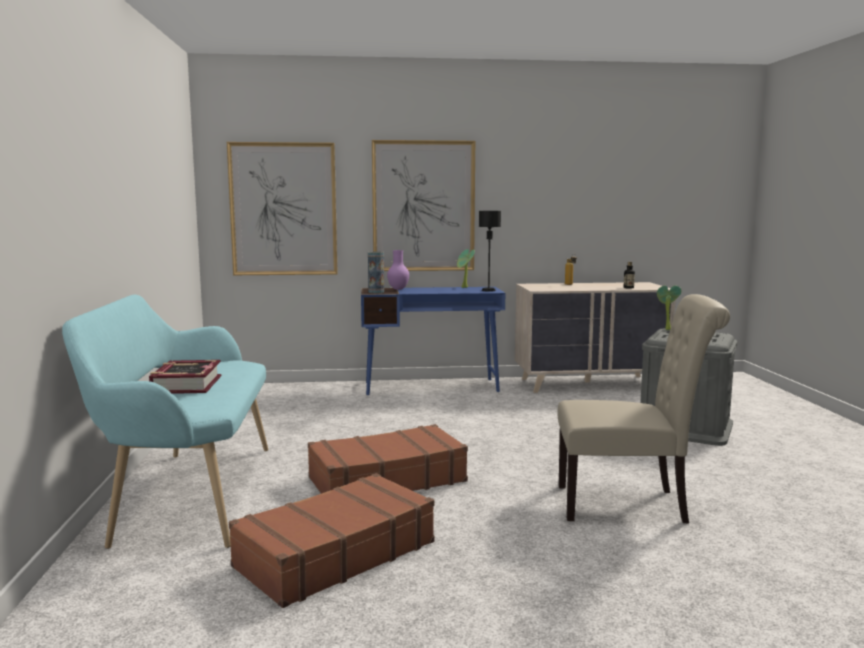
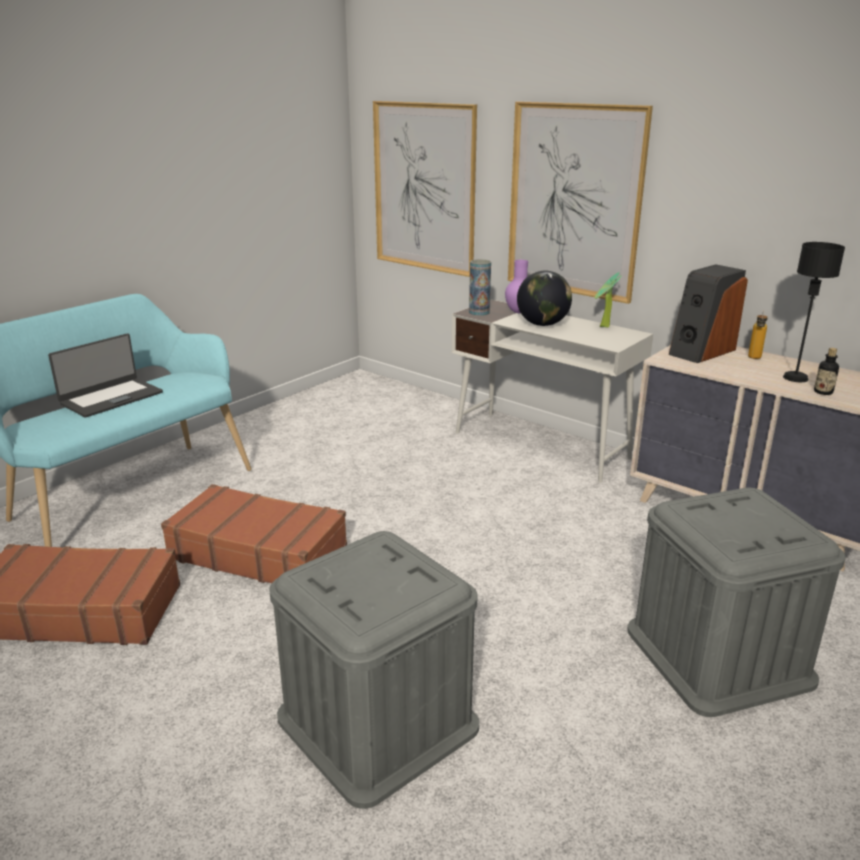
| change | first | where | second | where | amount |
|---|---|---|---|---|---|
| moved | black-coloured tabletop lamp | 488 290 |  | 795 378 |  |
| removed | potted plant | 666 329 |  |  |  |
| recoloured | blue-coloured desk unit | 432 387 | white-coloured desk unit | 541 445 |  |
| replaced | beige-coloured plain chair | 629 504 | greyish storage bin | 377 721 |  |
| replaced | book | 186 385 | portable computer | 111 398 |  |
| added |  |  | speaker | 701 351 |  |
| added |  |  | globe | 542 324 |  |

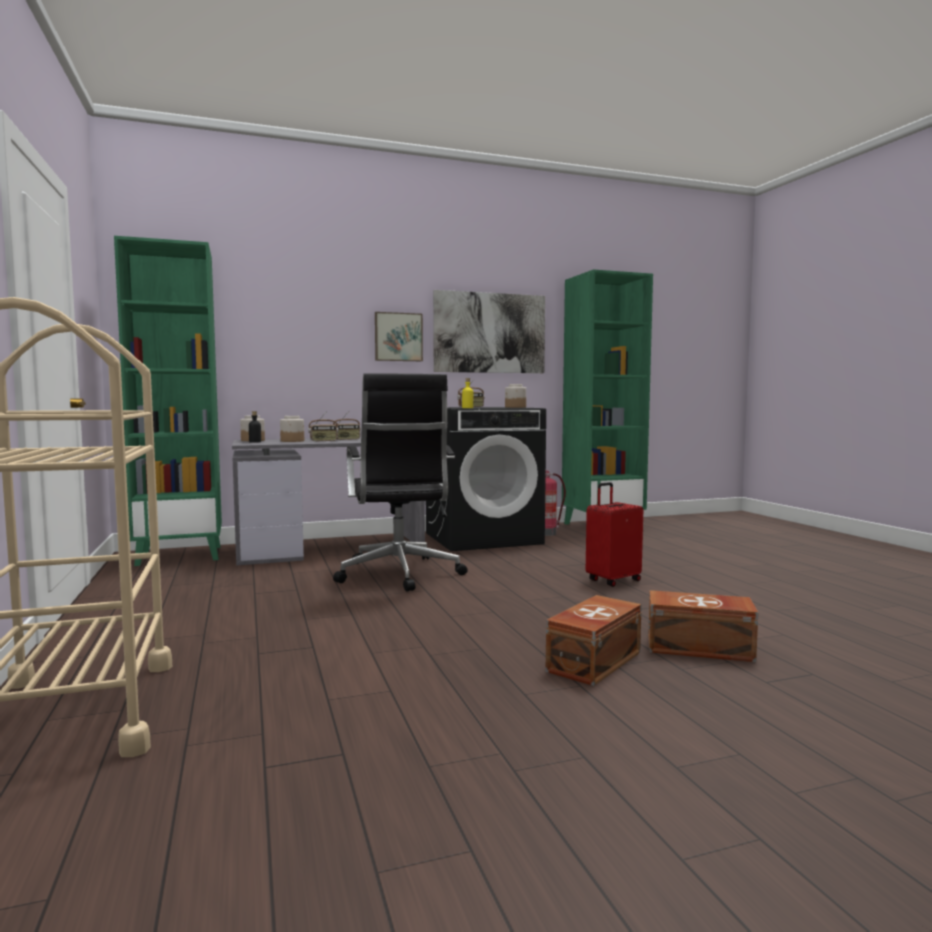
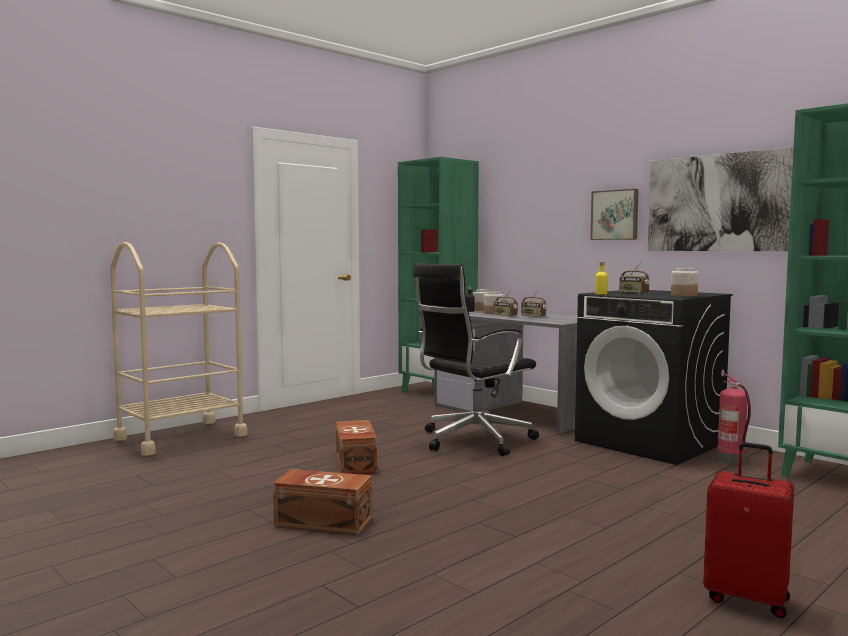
| change | first | where | second | where | amount |
|---|---|---|---|---|---|
| moved | reddish travel case | 612 580 |  | 747 598 |  |
| moved | brownish storage bin | 701 648 |  | 354 463 |  |

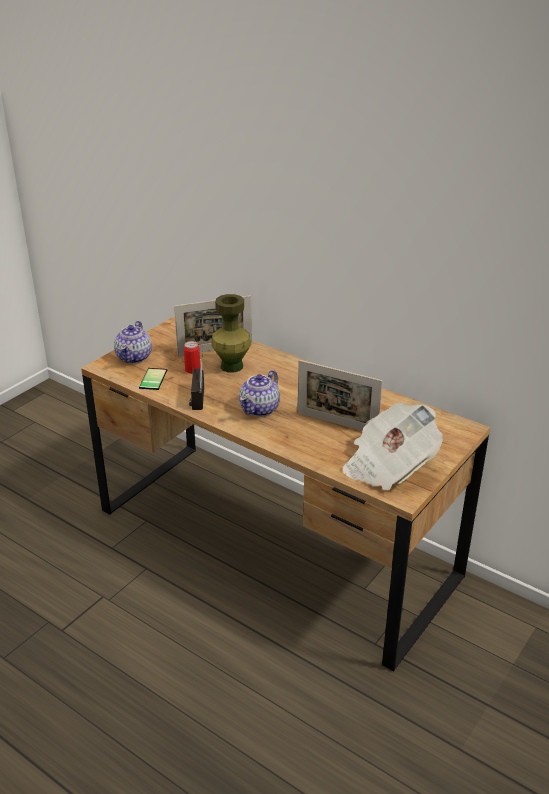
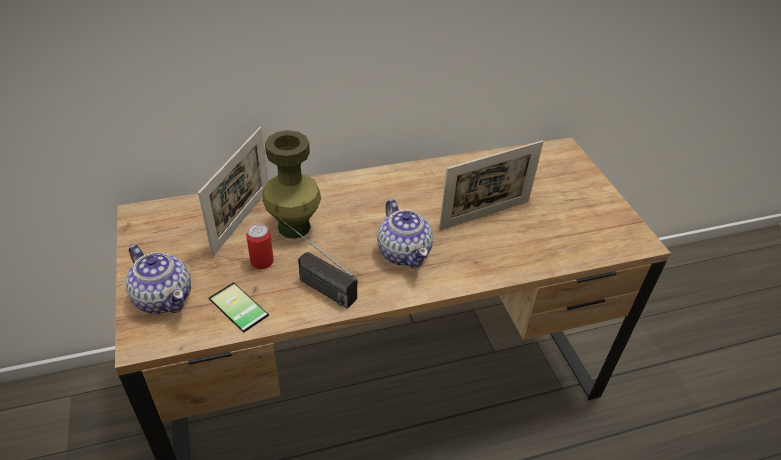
| change | first | where | second | where | amount |
|---|---|---|---|---|---|
| removed | printed paper | 388 466 |  |  |  |

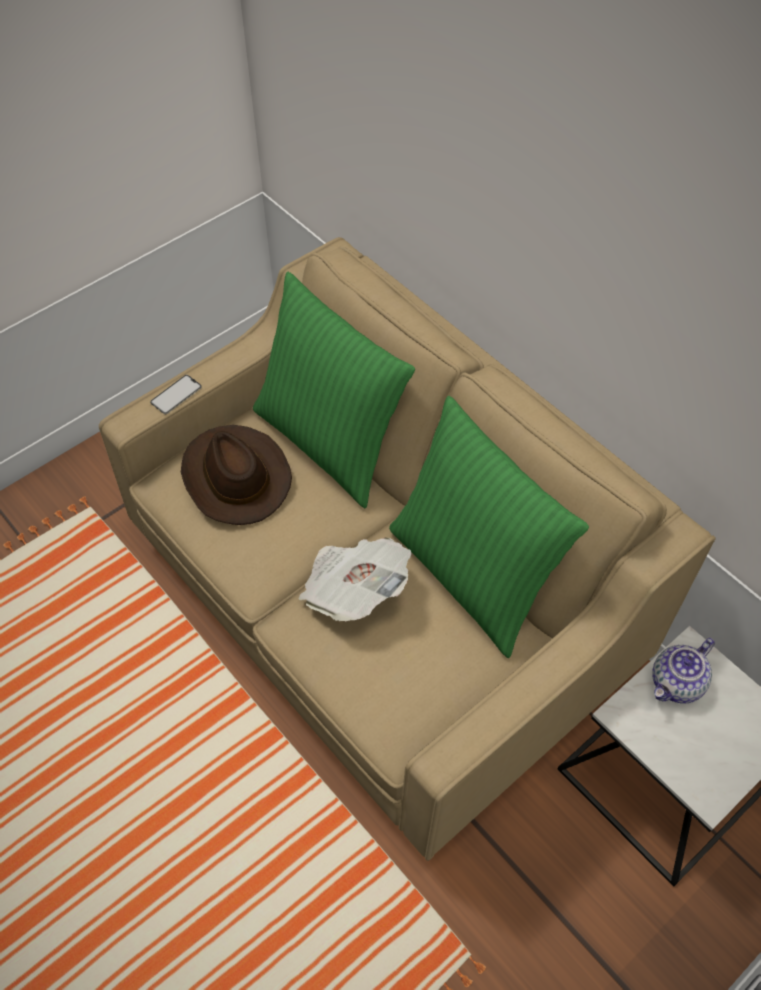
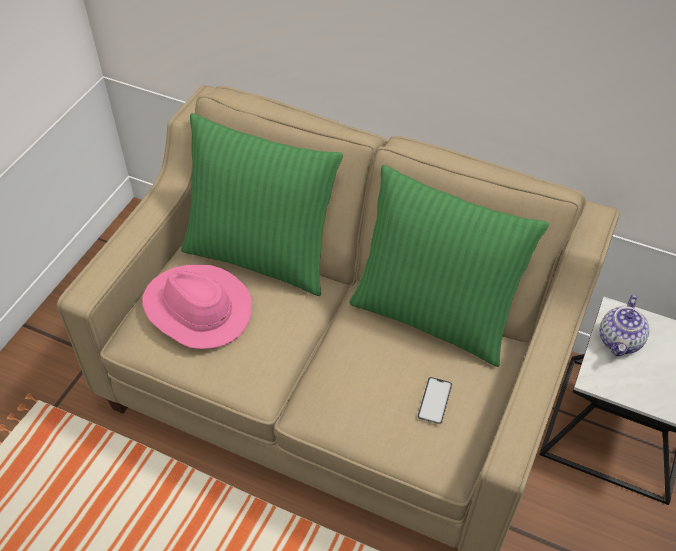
| change | first | where | second | where | amount |
|---|---|---|---|---|---|
| moved | telephone | 176 395 |  | 435 400 |  |
| recoloured | brownish hat | 234 477 | pink hat | 196 309 |  |
| removed | printed paper | 354 590 |  |  |  |

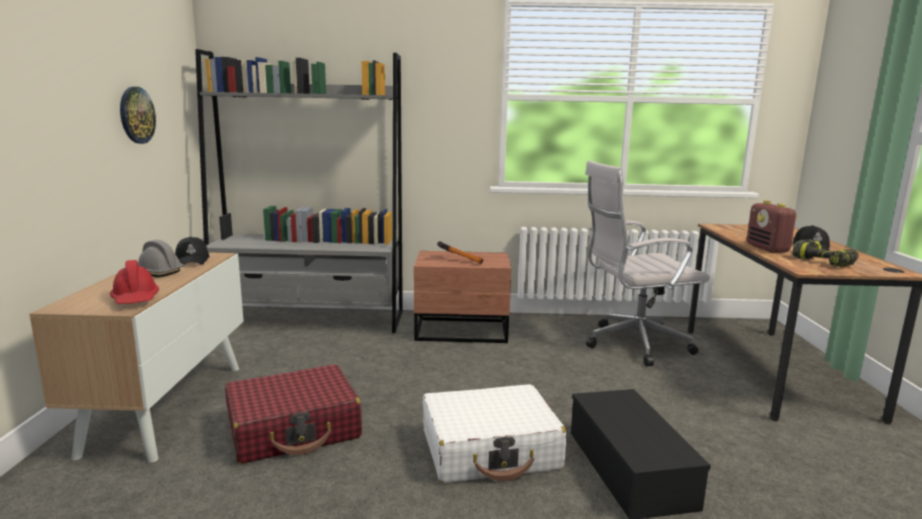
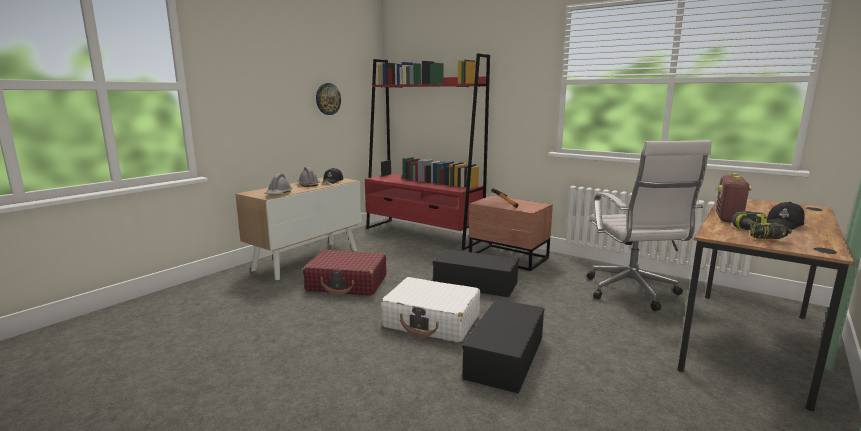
| change | first | where | second | where | amount |
|---|---|---|---|---|---|
| recoloured | greyish bookcase | 310 320 | reddish bookcase | 423 234 |  |
| turned | white-coloured desk chair | 632 344 |  | 632 293 | 120 degrees counterclockwise |
| recoloured | reddish work helmet | 136 299 | greyish work helmet | 278 194 |  |
| added |  |  | black-coloured storage bin | 476 283 |  |

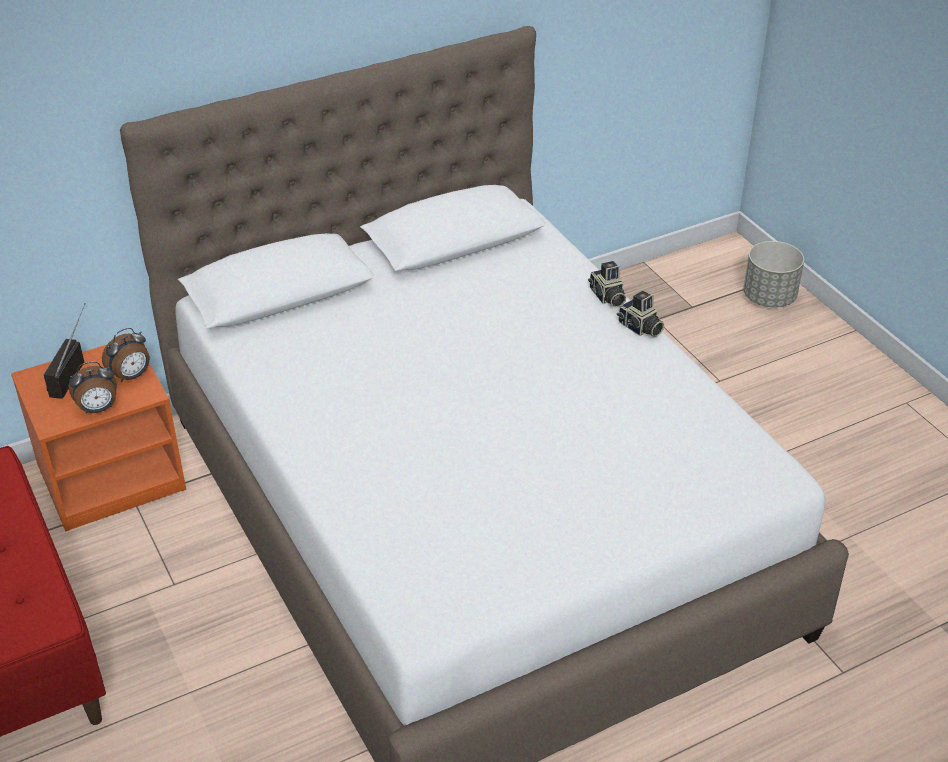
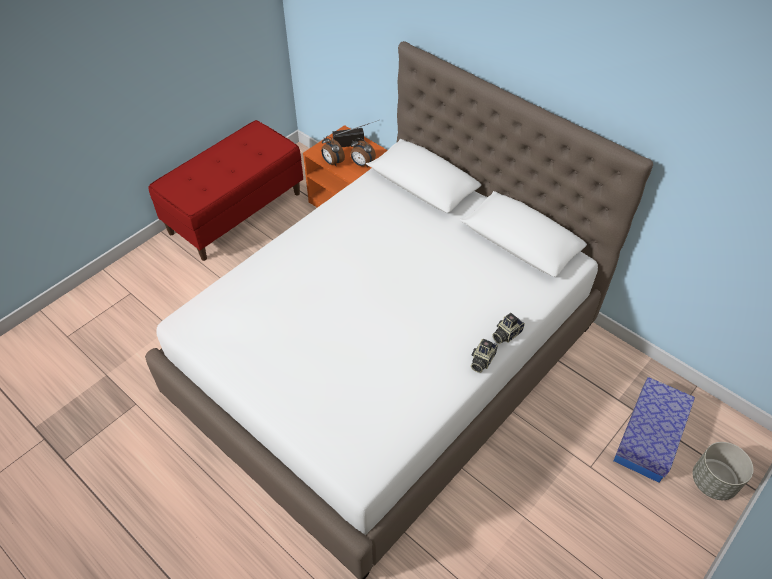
| change | first | where | second | where | amount |
|---|---|---|---|---|---|
| added |  |  | storage bin | 648 437 |  |

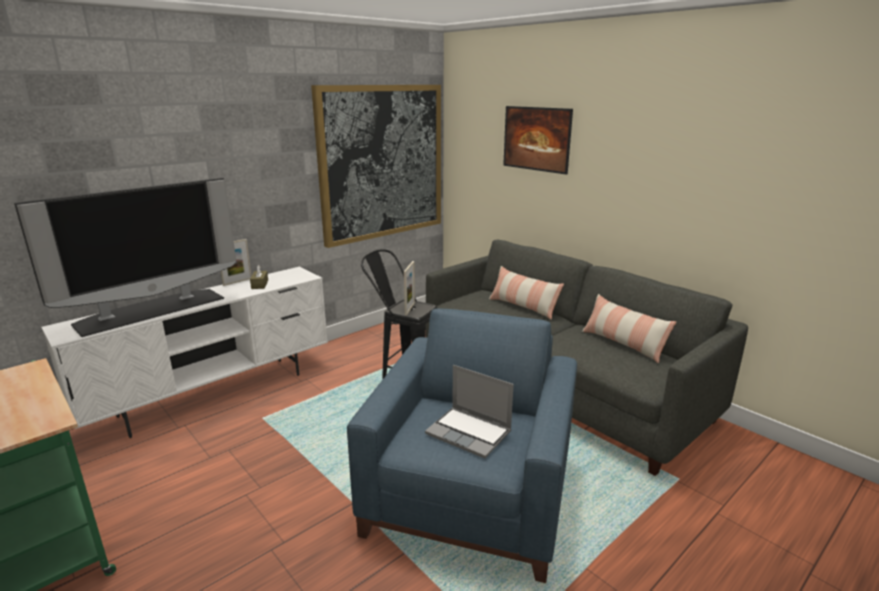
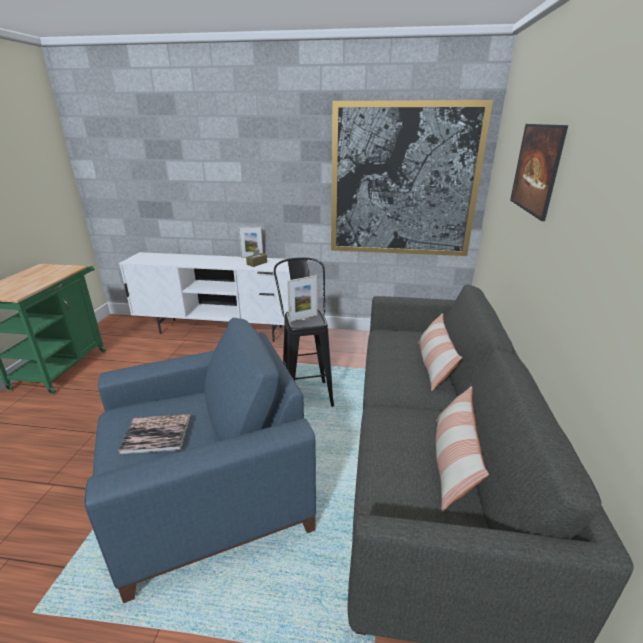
| change | first | where | second | where | amount |
|---|---|---|---|---|---|
| removed | TV | 151 310 |  |  |  |
| replaced | portable computer | 470 433 | book | 156 434 |  |

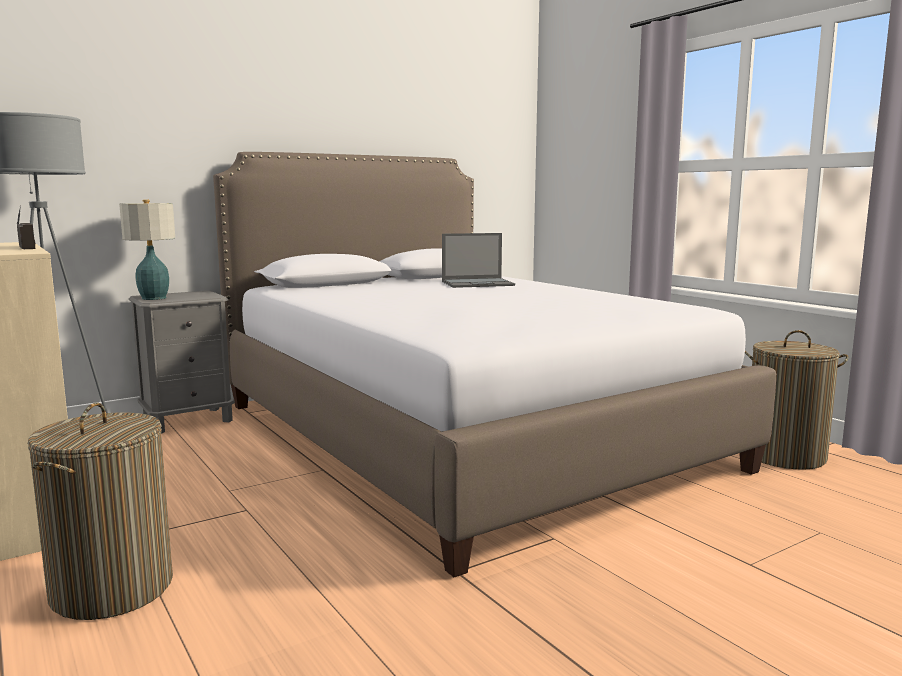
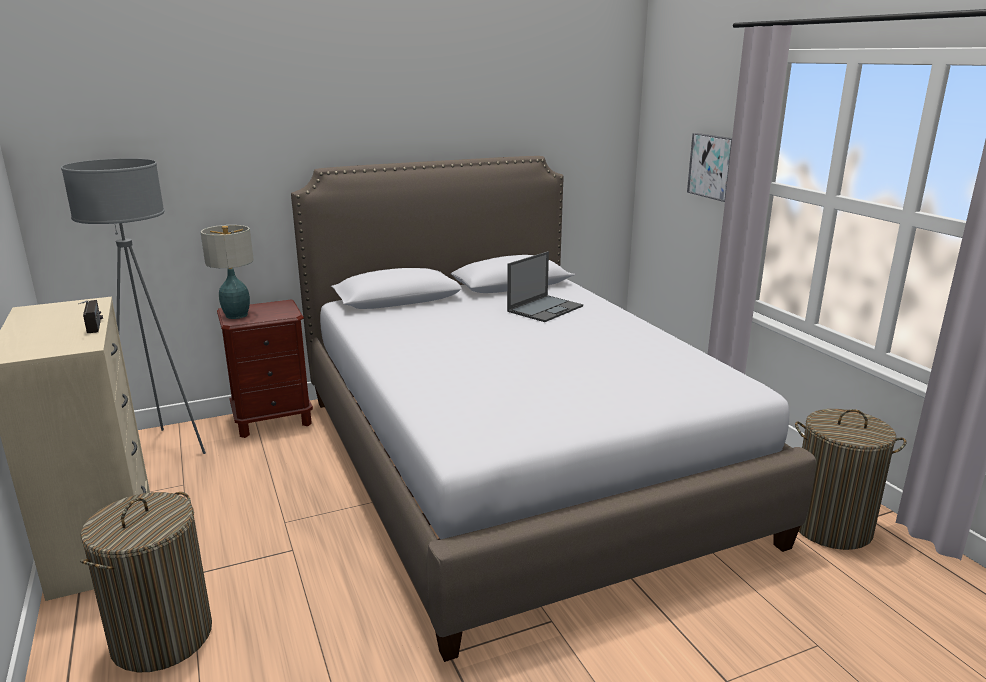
| change | first | where | second | where | amount |
|---|---|---|---|---|---|
| turned | portable computer | 478 283 |  | 545 308 | 45 degrees counterclockwise |
| recoloured | greyish bedside table | 188 420 | brownish bedside table | 273 420 |  |
| added |  |  | wall art | 713 166 |  |

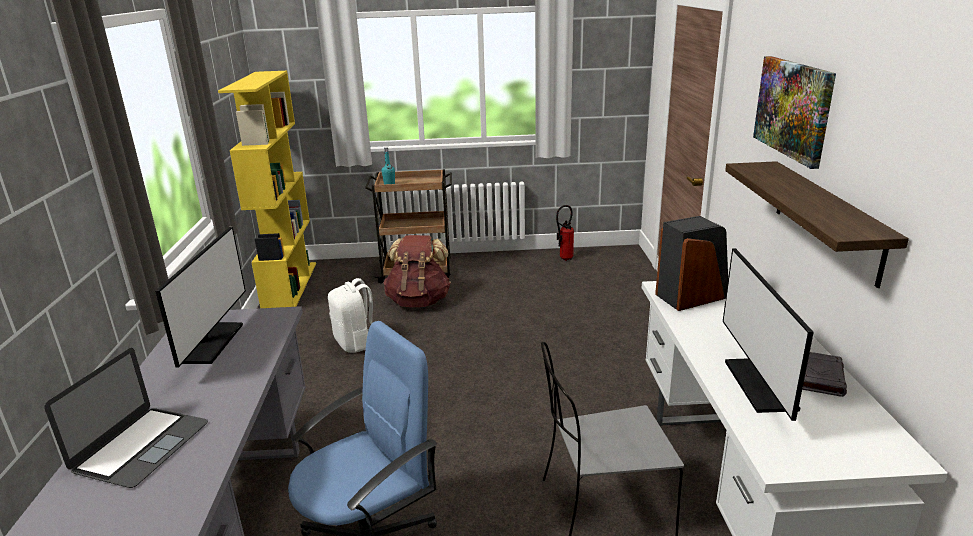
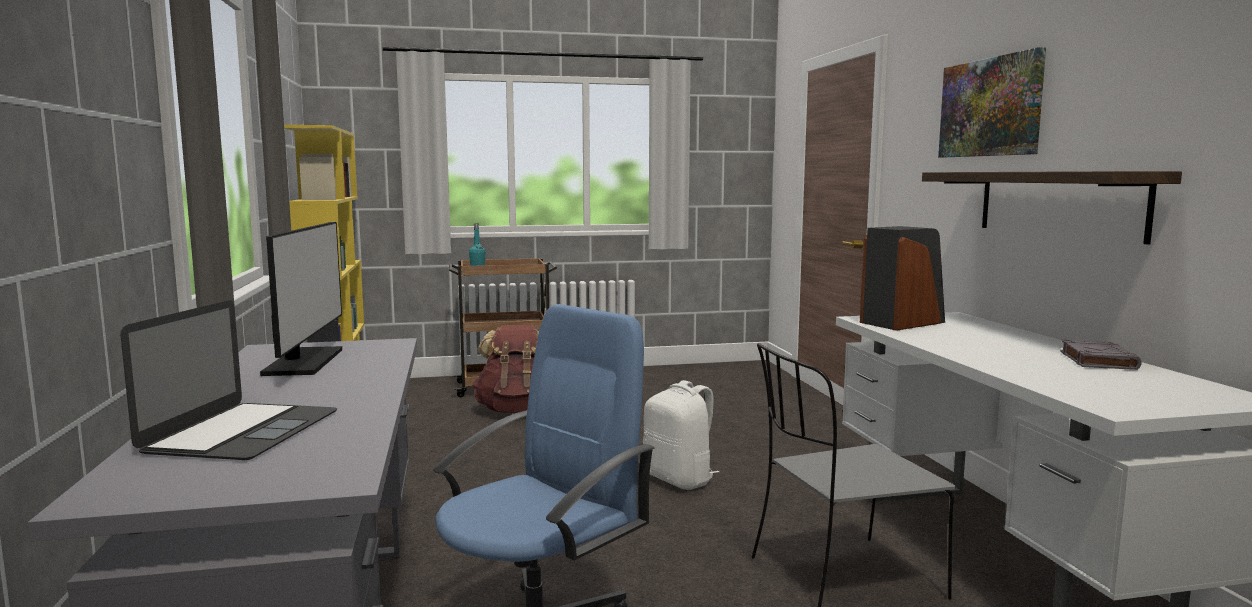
| change | first | where | second | where | amount |
|---|---|---|---|---|---|
| removed | fire extinguisher | 563 259 |  |  |  |
| removed | monitor | 760 385 |  |  |  |
| moved | white-coloured backpack | 356 343 |  | 680 479 |  |

